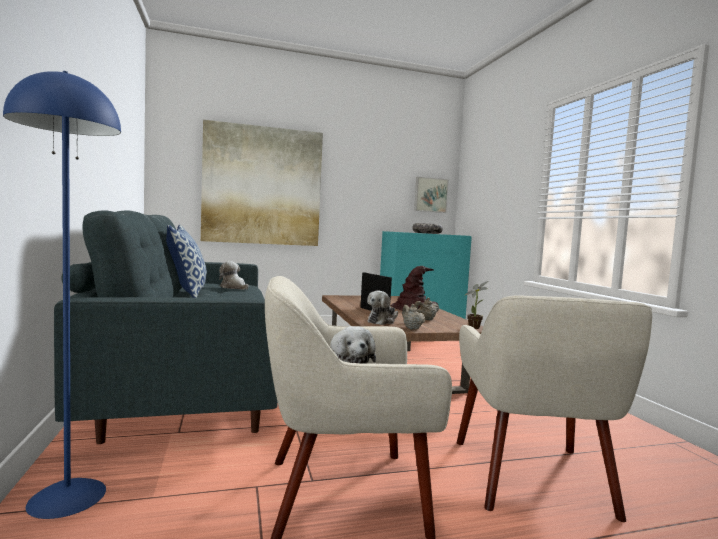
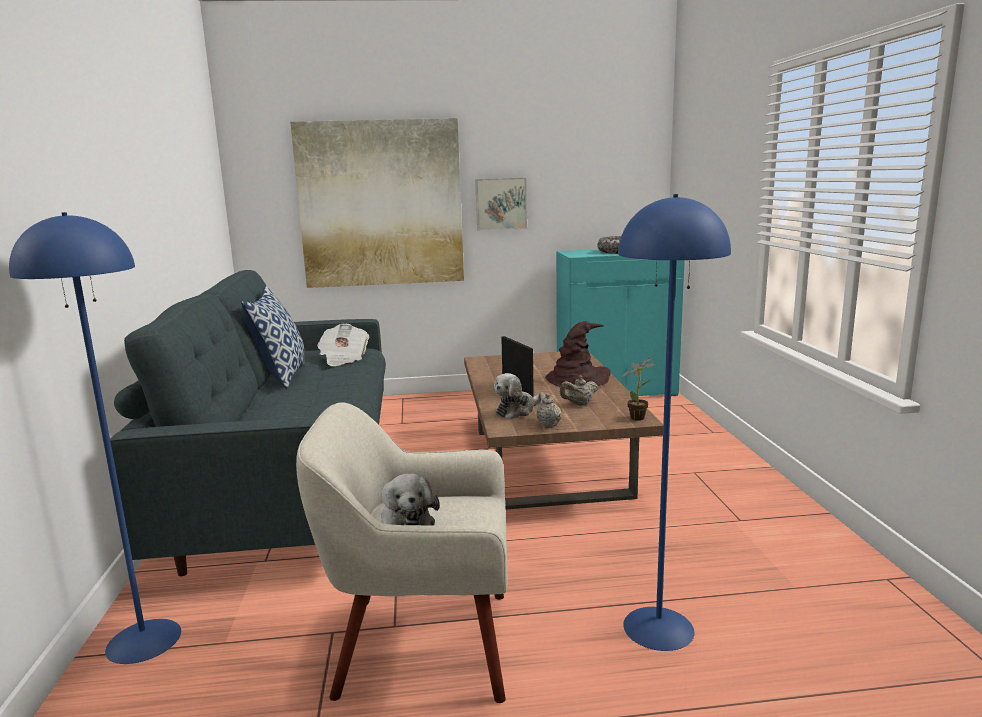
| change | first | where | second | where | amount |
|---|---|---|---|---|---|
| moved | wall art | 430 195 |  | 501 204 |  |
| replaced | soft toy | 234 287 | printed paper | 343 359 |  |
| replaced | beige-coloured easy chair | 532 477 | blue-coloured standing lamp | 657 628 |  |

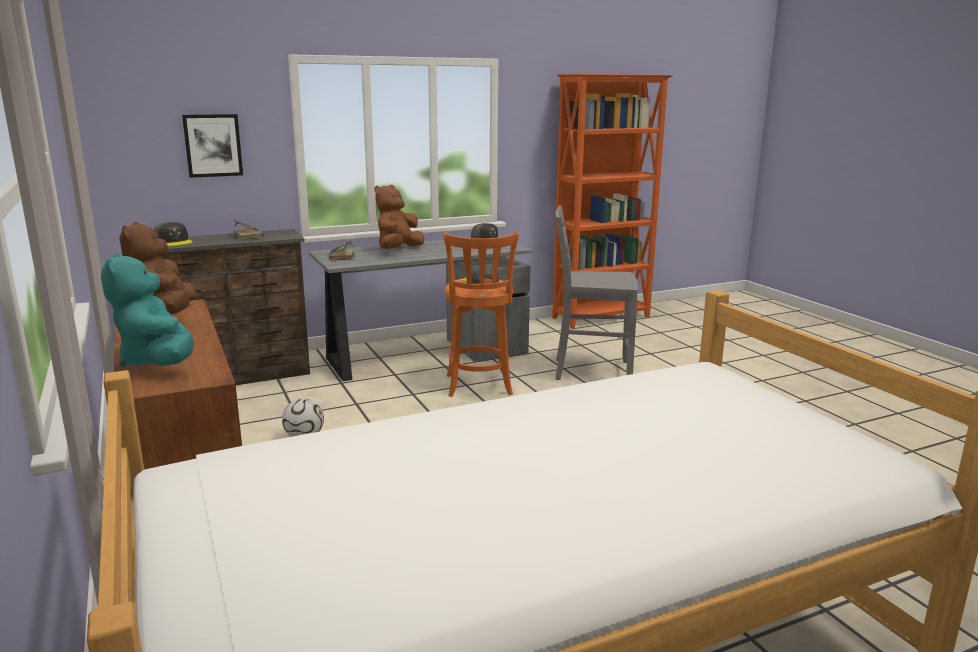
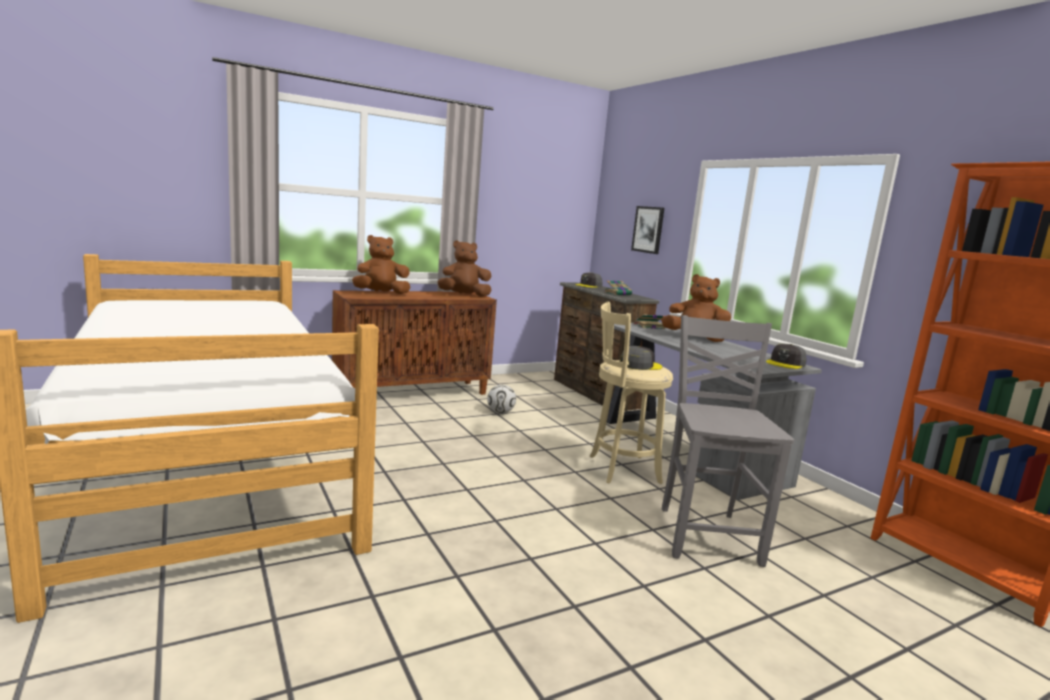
| change | first | where | second | where | amount |
|---|---|---|---|---|---|
| recoloured | orangey stool | 479 386 | beige-coloured stool | 620 469 |  |
| recoloured | blue-green soft toy | 158 362 | brownish soft toy | 381 293 |  |

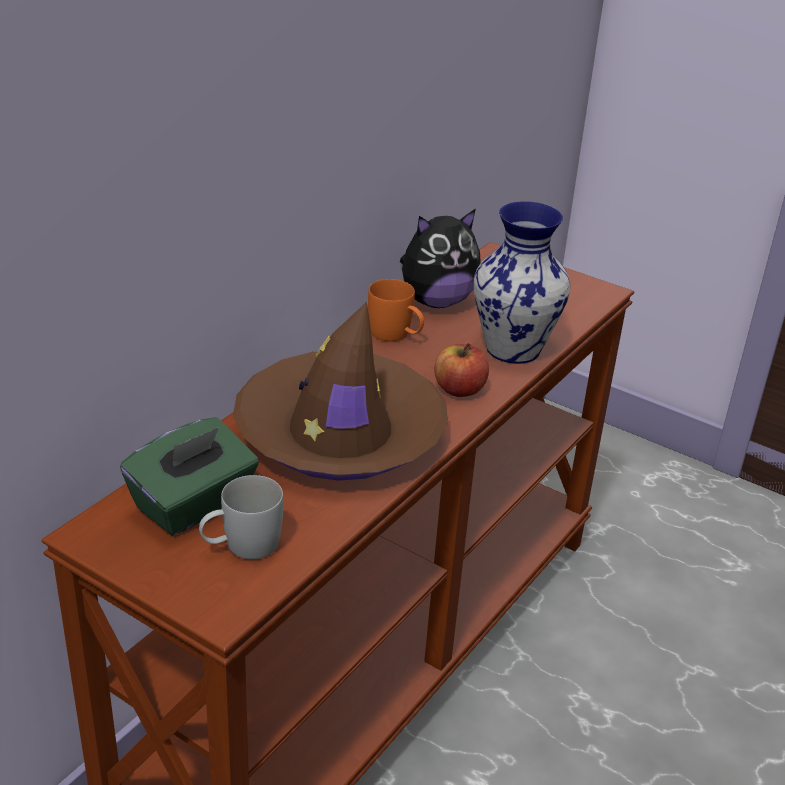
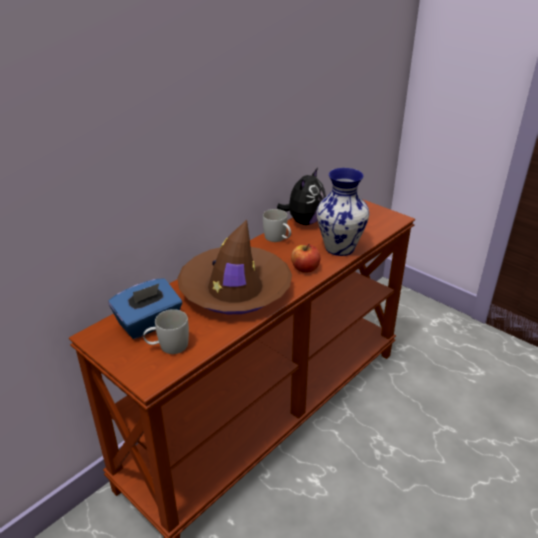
| change | first | where | second | where | amount |
|---|---|---|---|---|---|
| turned | soft toy | 436 301 |  | 304 222 | 45 degrees counterclockwise |
| recoloured | orangey mug | 396 335 | white-coloured mug | 278 239 |  |
| recoloured | green-coloured box of tissues | 194 504 | blue-coloured box of tissues | 149 323 |  |

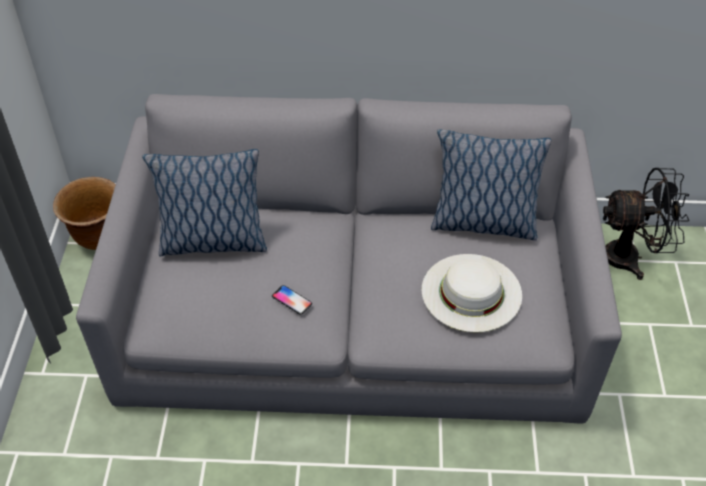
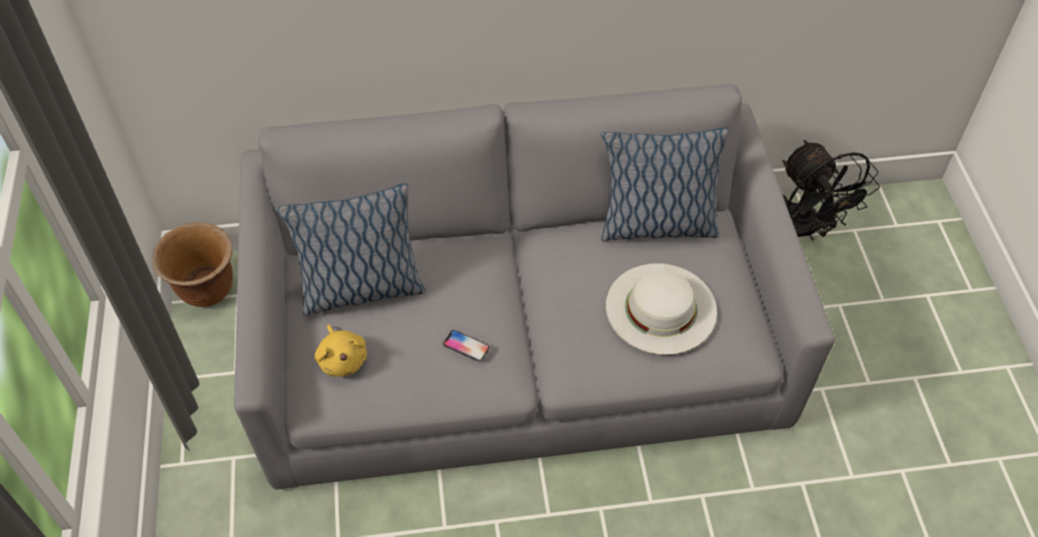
| change | first | where | second | where | amount |
|---|---|---|---|---|---|
| turned | black-coloured electric fan | 630 258 |  | 806 232 | 75 degrees clockwise |
| added |  |  | yellow-coloured soft toy | 342 359 |  |

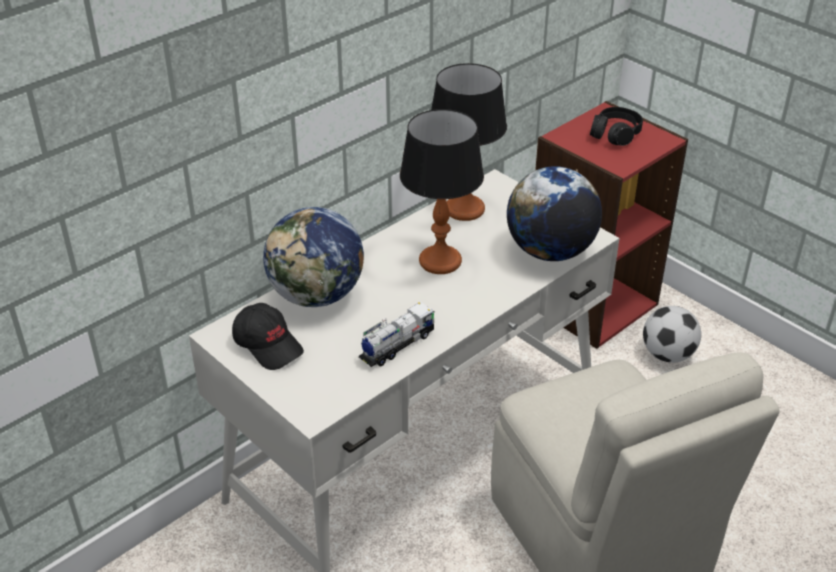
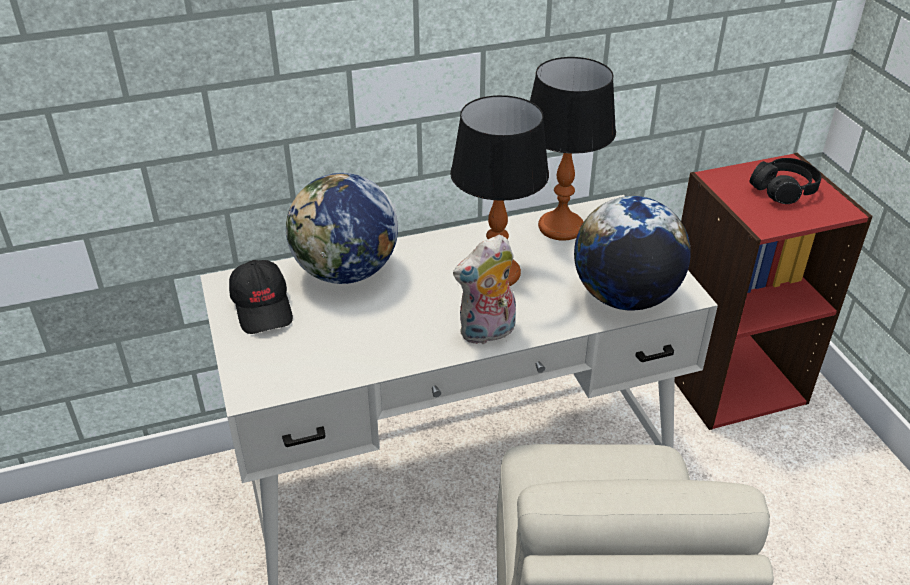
| change | first | where | second | where | amount |
|---|---|---|---|---|---|
| removed | toy truck | 397 346 |  |  |  |
| removed | football ball | 667 354 |  |  |  |
| added |  |  | soft toy | 487 333 |  |

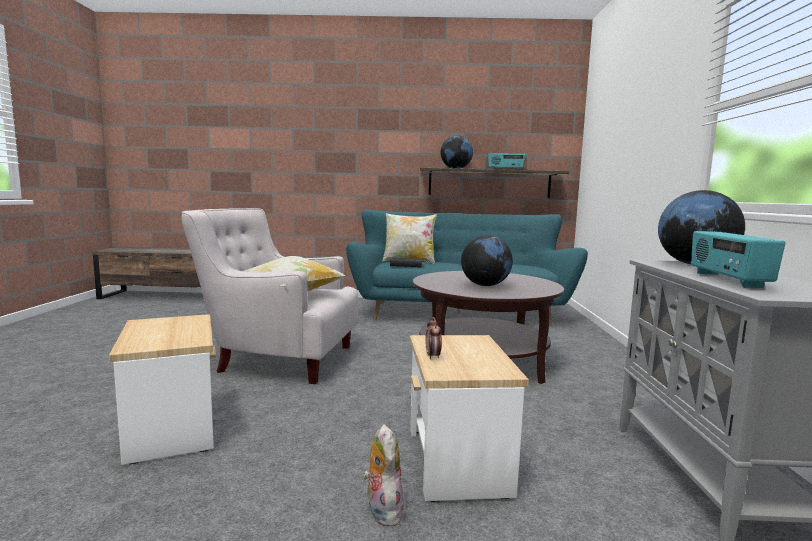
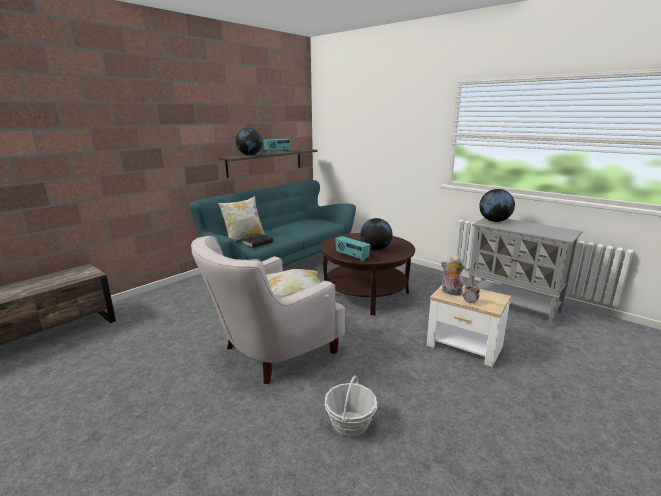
| change | first | where | second | where | amount |
|---|---|---|---|---|---|
| moved | radio receiver | 727 280 |  | 351 256 |  |
| replaced | end table | 174 428 | basket | 350 424 |  |
| moved | soft toy | 382 511 |  | 451 293 |  |

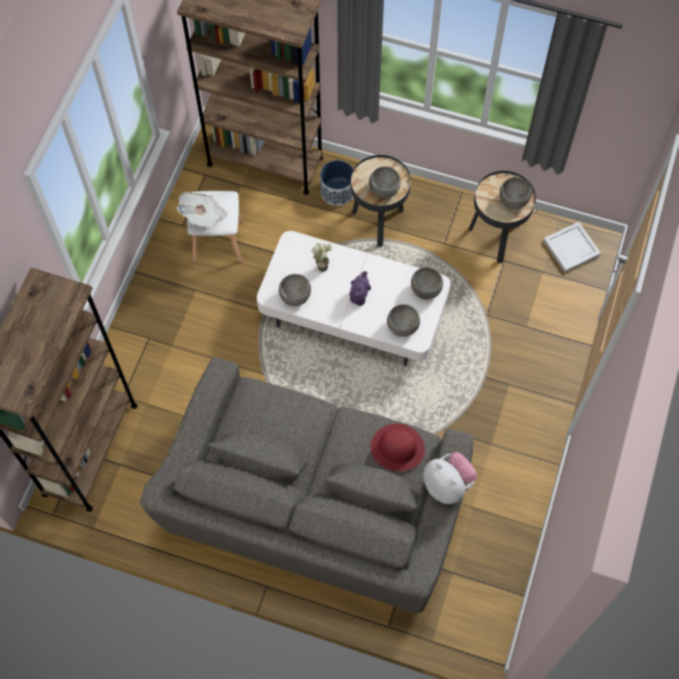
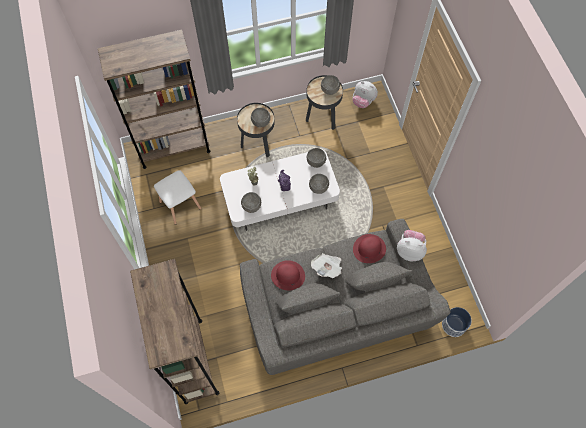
| change | first | where | second | where | amount |
|---|---|---|---|---|---|
| moved | plant pot | 337 191 |  | 453 325 |  |
| moved | printed paper | 203 216 |  | 327 268 |  |
| replaced | white-coloured serving tray | 572 248 | soft toy | 363 101 |  |
| added |  |  | reddish hat | 287 275 |  |

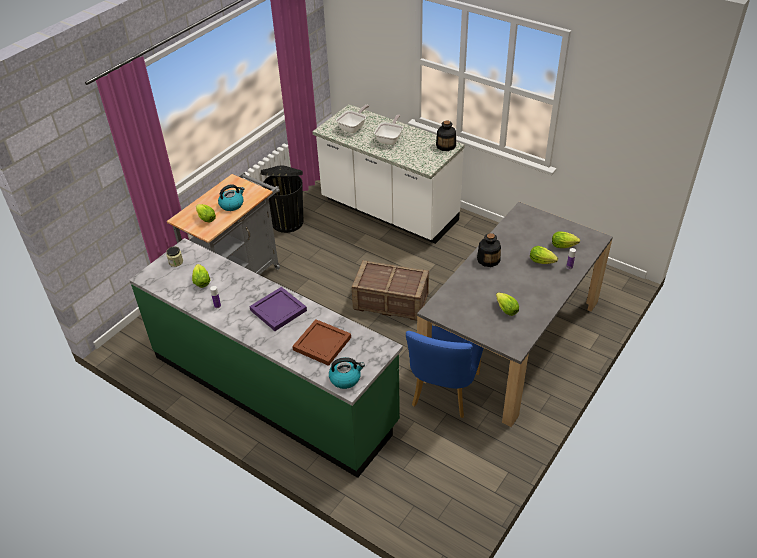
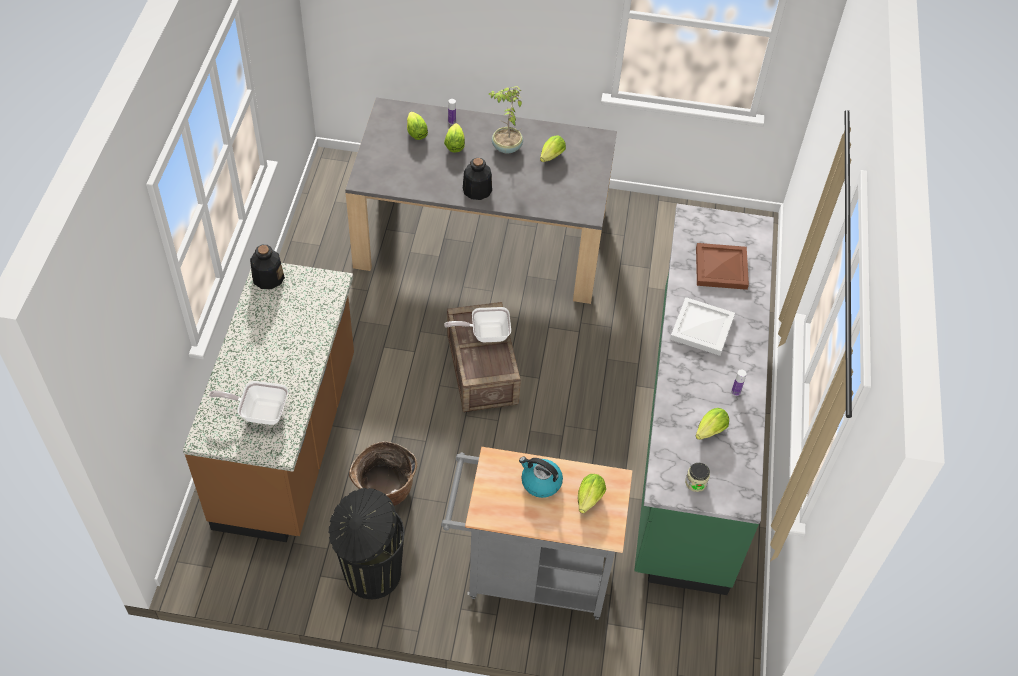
| change | first | where | second | where | amount |
|---|---|---|---|---|---|
| recoloured | white-coloured counter | 388 212 | brownish counter | 289 442 |  |
| moved | pan | 390 139 |  | 485 333 |  |
| recoloured | purplish serving tray | 277 310 | white-coloured serving tray | 702 329 |  |
| removed | blue-coloured plain chair | 443 393 |  |  |  |
| removed | tea kettle | 345 378 |  |  |  |
| added |  |  | potted plant | 506 147 |  |
| added |  |  | basket | 384 491 |  |

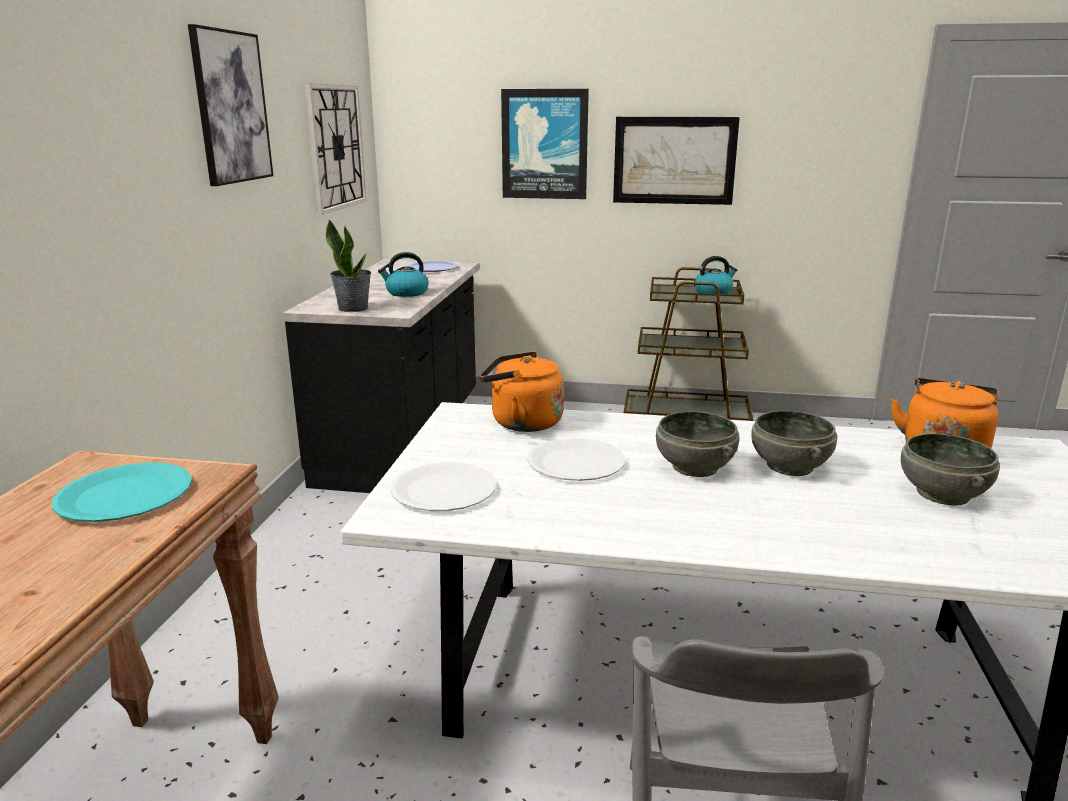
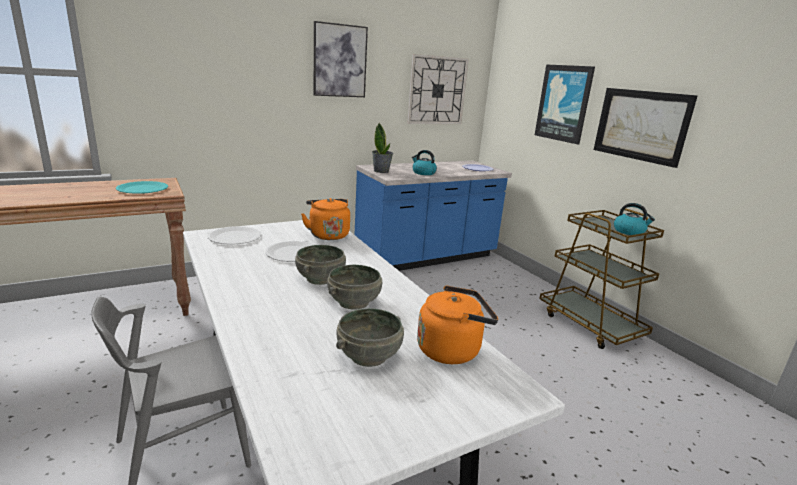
| change | first | where | second | where | amount |
|---|---|---|---|---|---|
| recoloured | black-coloured counter | 404 439 | blue-coloured counter | 426 258 |  |

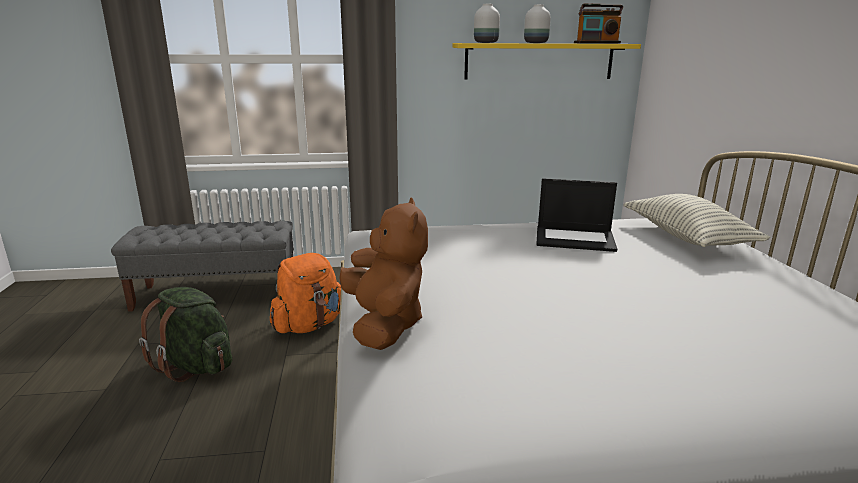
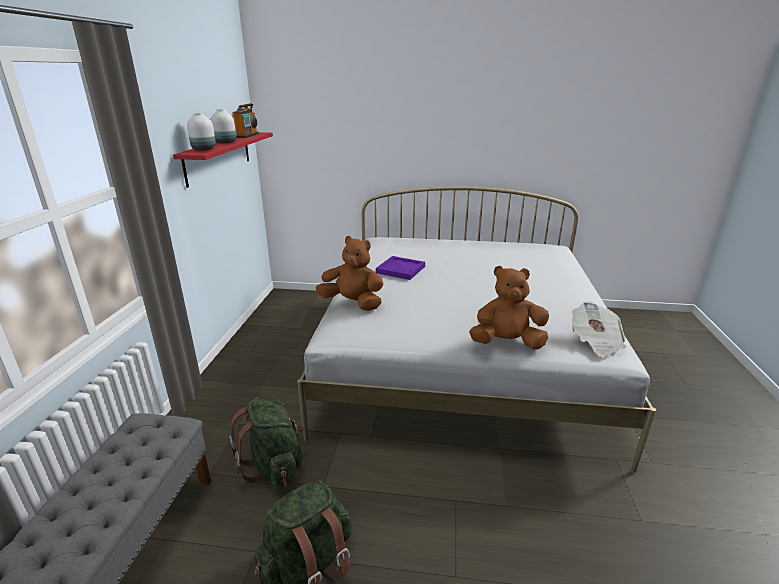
| change | first | where | second | where | amount |
|---|---|---|---|---|---|
| recoloured | yellow-coloured shelf | 539 61 | reddish shelf | 219 157 |  |
| replaced | portable computer | 575 239 | purplish serving tray | 400 269 |  |
| removed | throw pillow | 686 237 |  |  |  |
| recoloured | orangey backpack | 309 325 | green-coloured backpack | 275 466 |  |
| added |  |  | brownish soft toy | 353 303 |  |
| added |  |  | printed paper | 595 342 |  |

